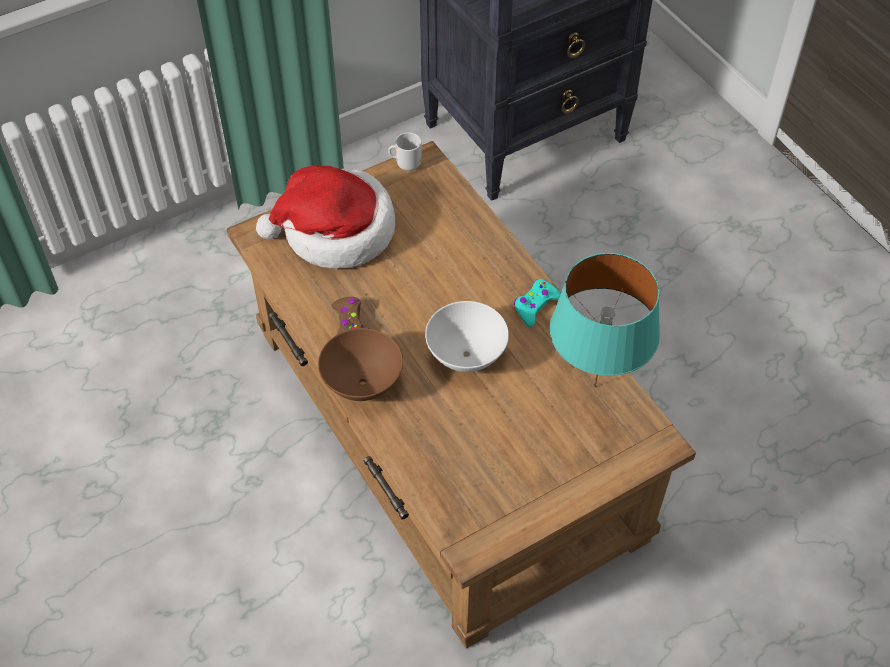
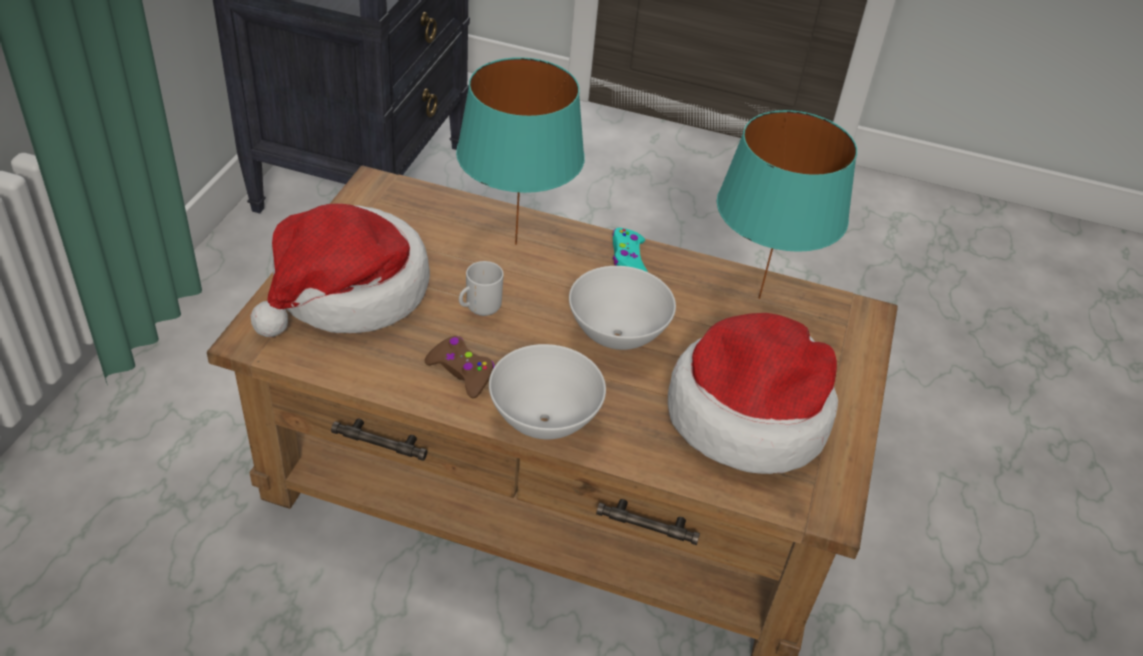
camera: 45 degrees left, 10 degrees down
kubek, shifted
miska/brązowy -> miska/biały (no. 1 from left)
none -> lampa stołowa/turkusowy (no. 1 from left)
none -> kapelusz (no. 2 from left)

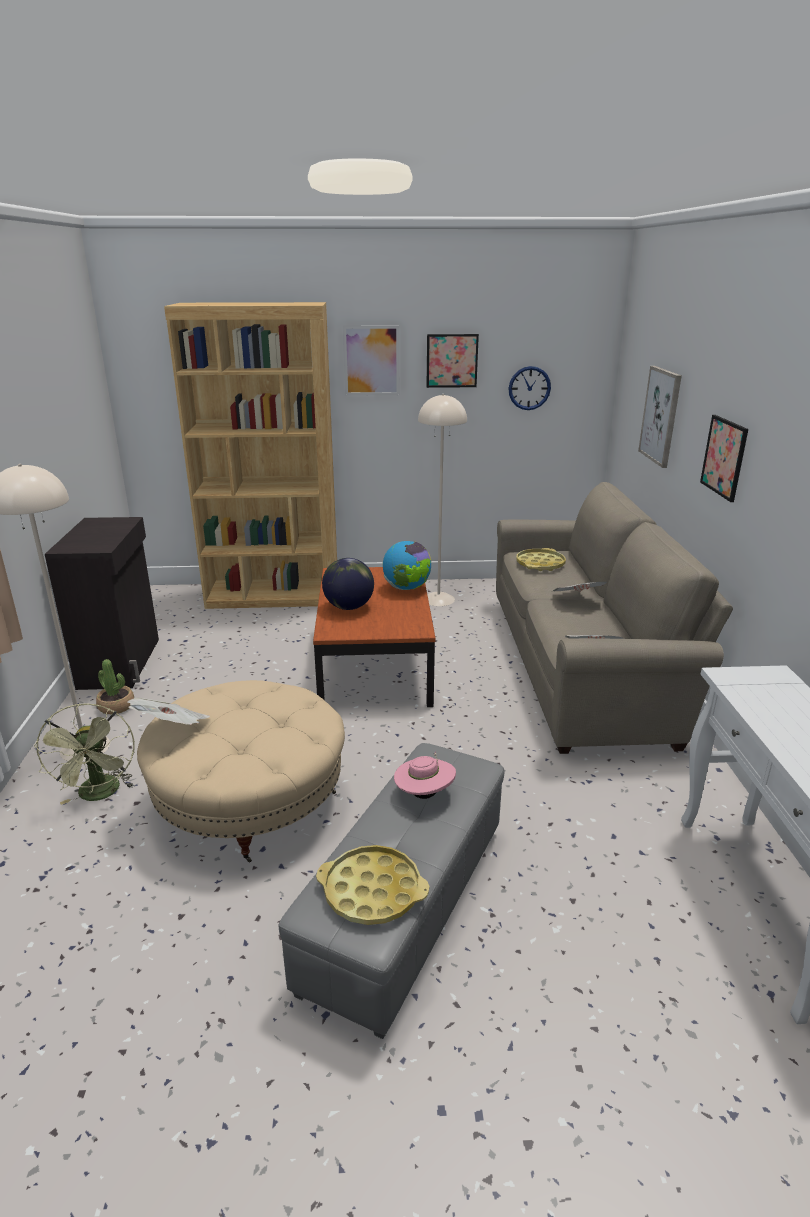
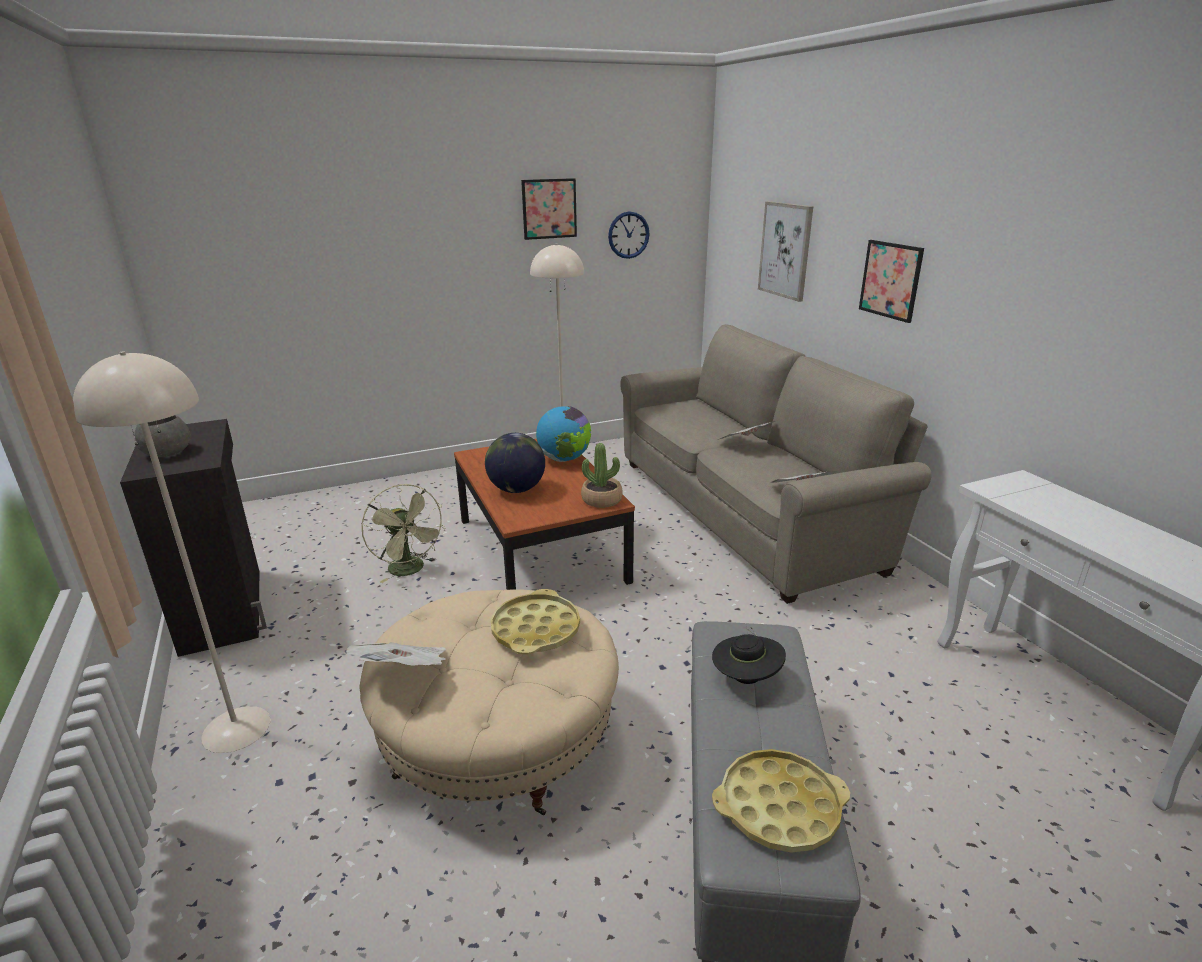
camera: 20 degrees left, 0 degrees up
regał/brązowy -> none
obraz (no. 1 from left) -> none
taca/żółty (no. 2 from left in the first image) -> taca/żółty (no. 1 from left), shifted
roślina doniczkowa, shifted
wentylator/zielony, shifted
kapelusz/różowy -> kapelusz/czarny
none -> miska/szary

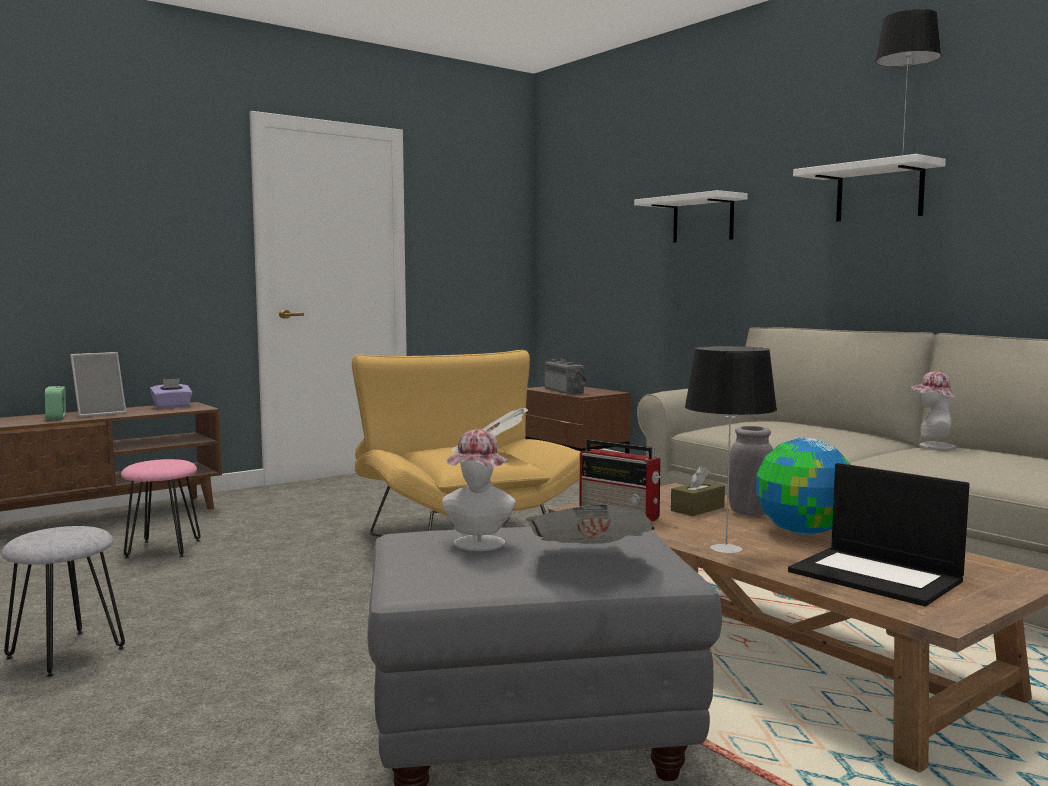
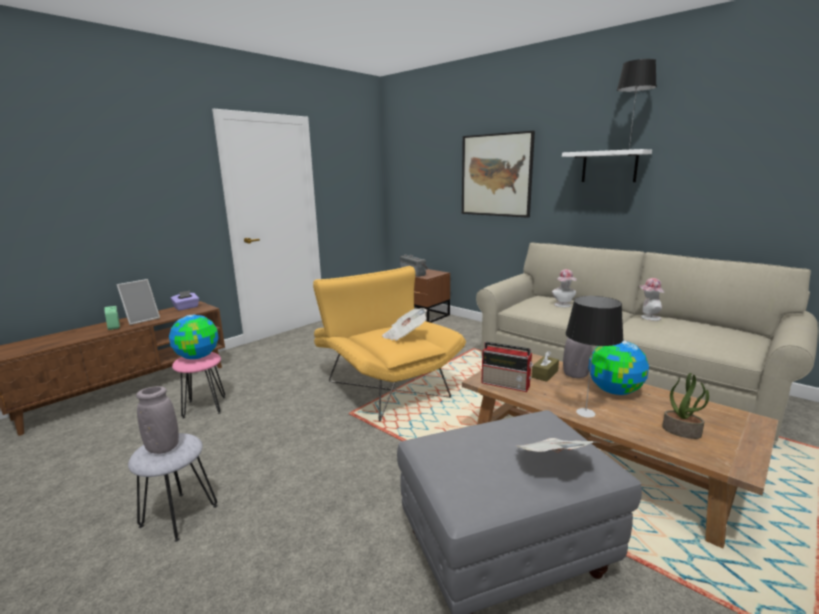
camera: 10 degrees left, 10 degrees up
półka/biały (no. 1 from left) -> obraz
kapelusz (no. 1 from left), shifted
laptop -> roślina doniczkowa
none -> globus (no. 1 from left)
none -> wazon/szary (no. 1 from left)

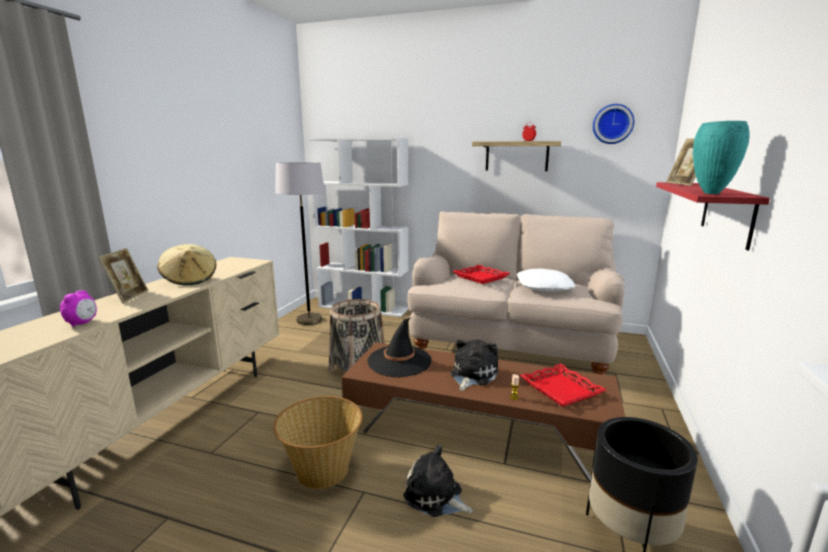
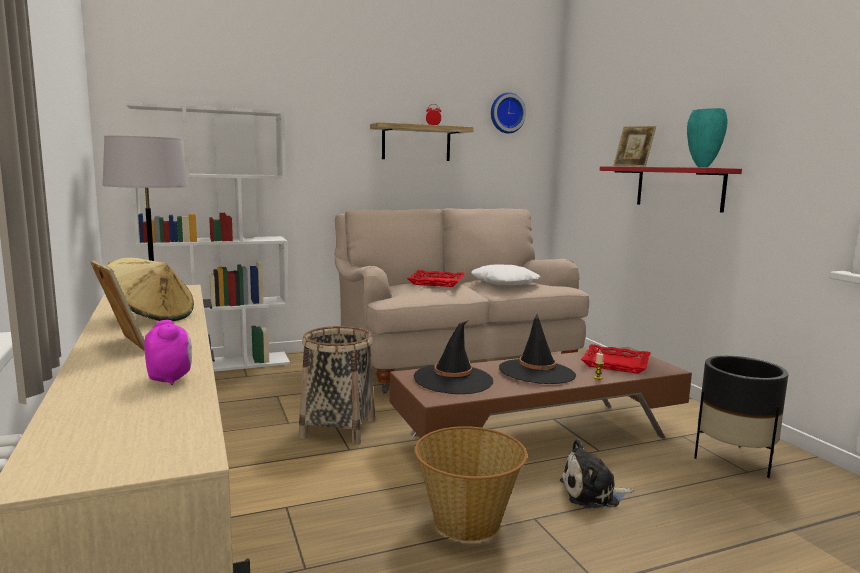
camera: 40 degrees left, 5 degrees down
pluszak (no. 2 from left) -> kapelusz/czarny (no. 2 from left)

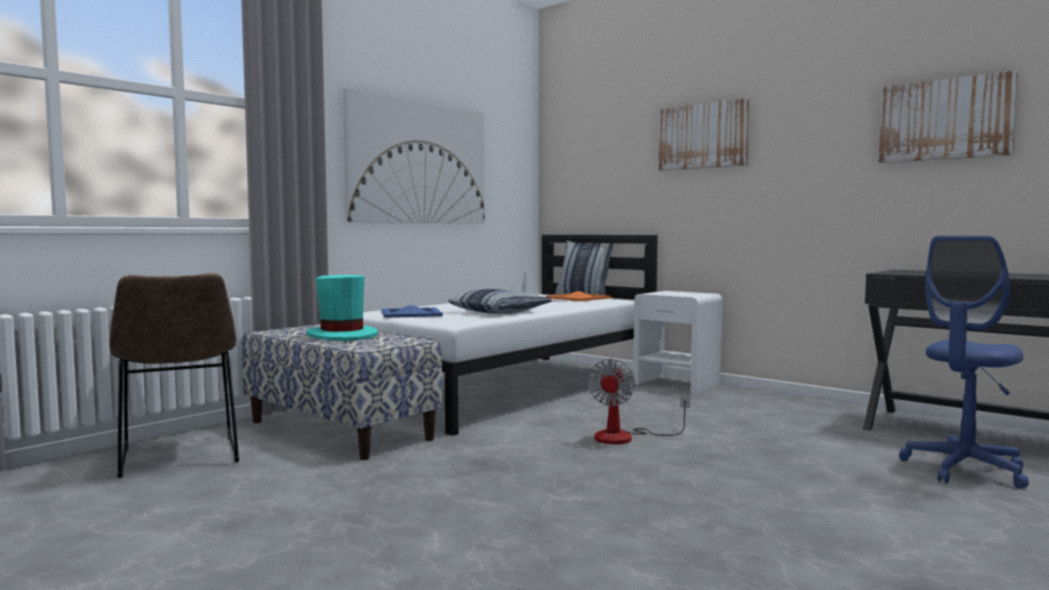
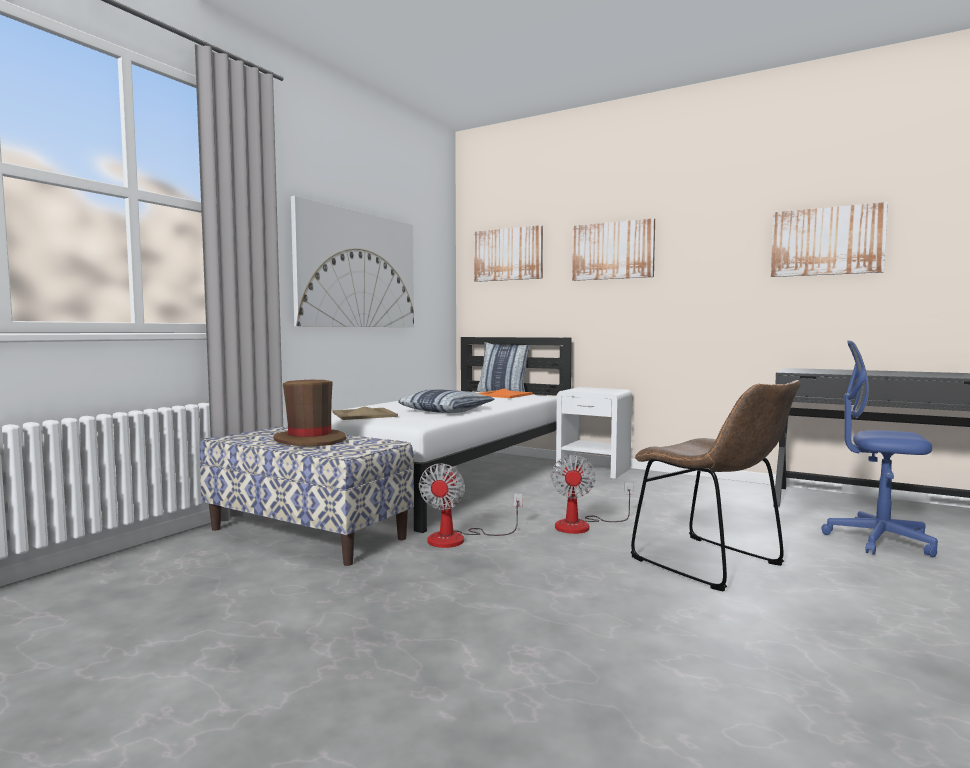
camera: 10 degrees left, 0 degrees up
krzesło biurowe/niebieski, 75 degrees clockwise
krzesło/brązowy, shifted
kapelusz/turkusowy -> kapelusz/brązowy
taca/niebieski -> taca/beżowy
none -> obraz (no. 2 from left)
none -> wentylator (no. 1 from left)

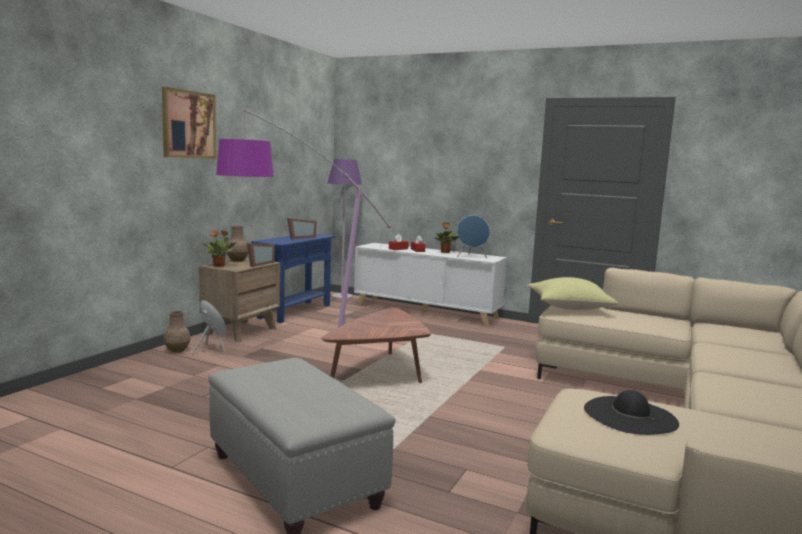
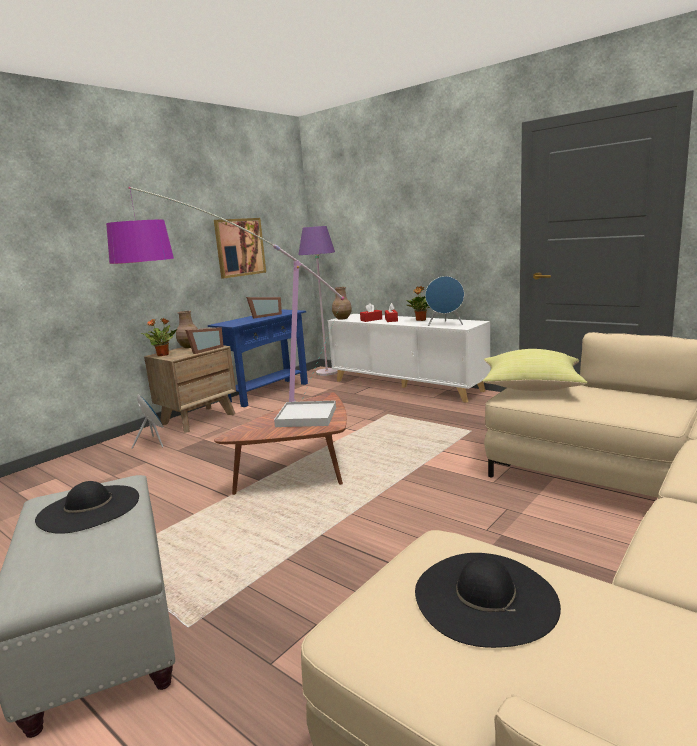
camera: 15 degrees right, 5 degrees up
obraz, shifted
wazon/brązowy (no. 1 from left in the first image) -> wazon/brązowy (no. 2 from left), shifted
none -> taca/biały
none -> kapelusz/czarny (no. 1 from left)

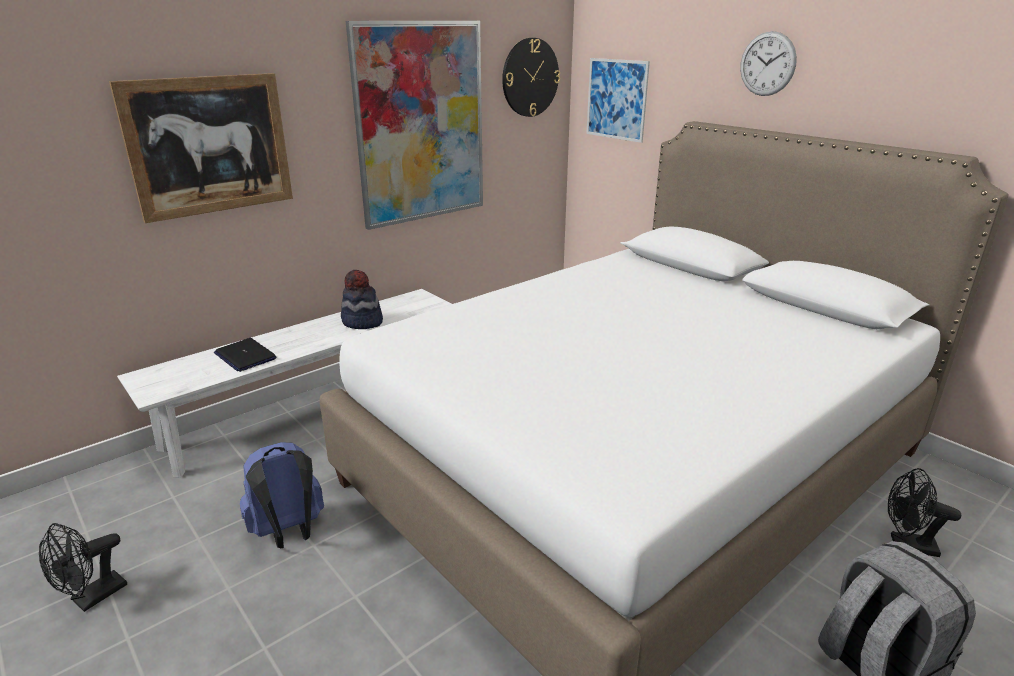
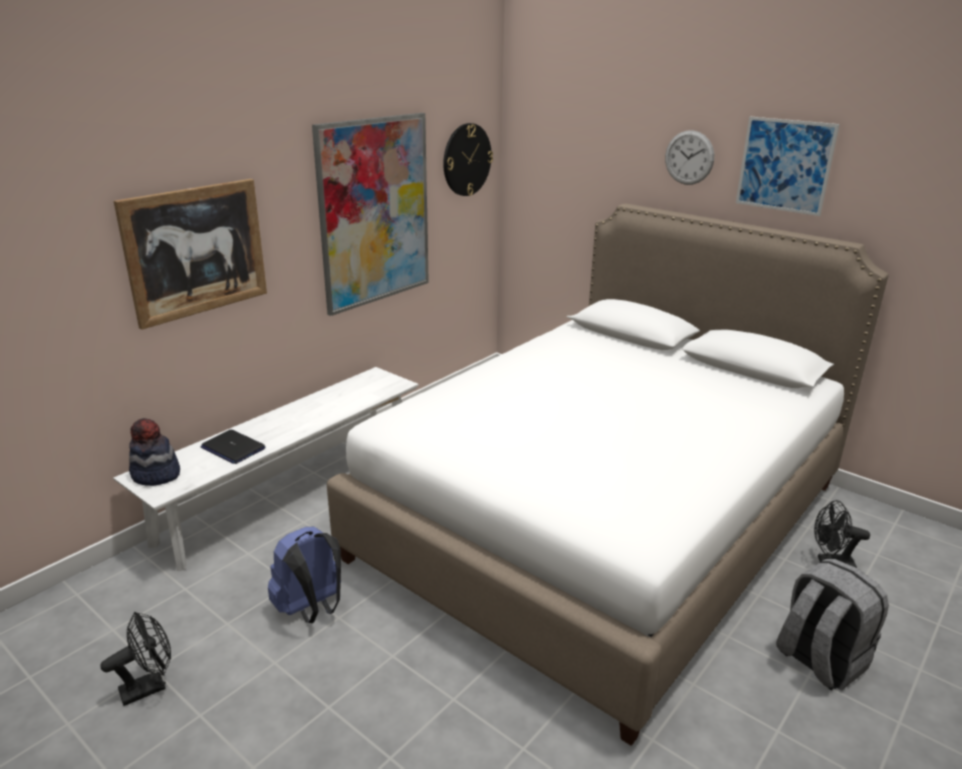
camera: 10 degrees left, 0 degrees up
obraz (no. 3 from left), shifted
kapelusz, shifted
wentylator/czarny (no. 1 from left), 150 degrees counterclockwise

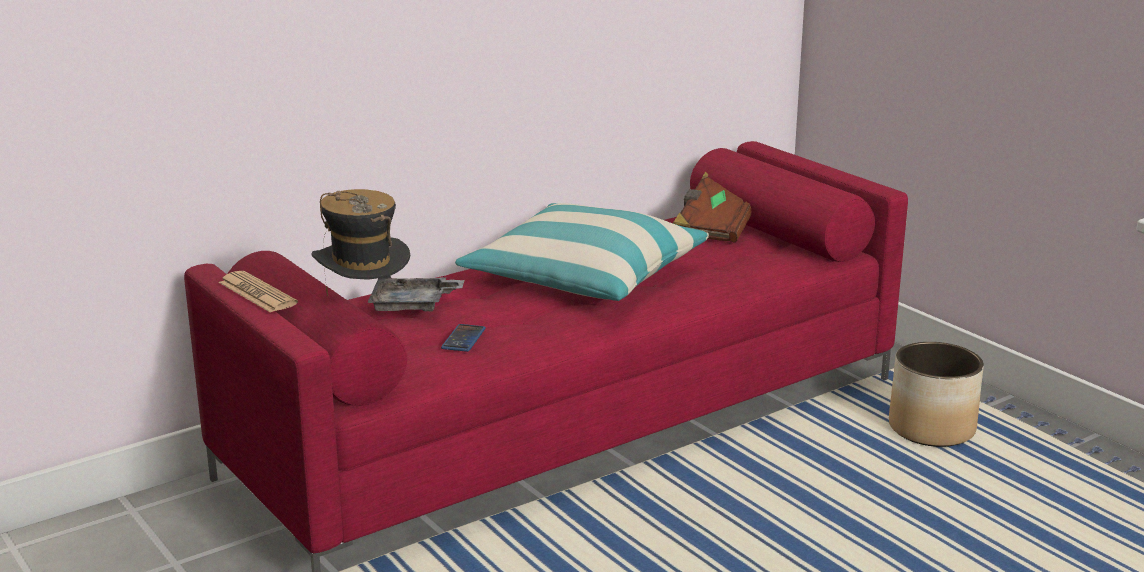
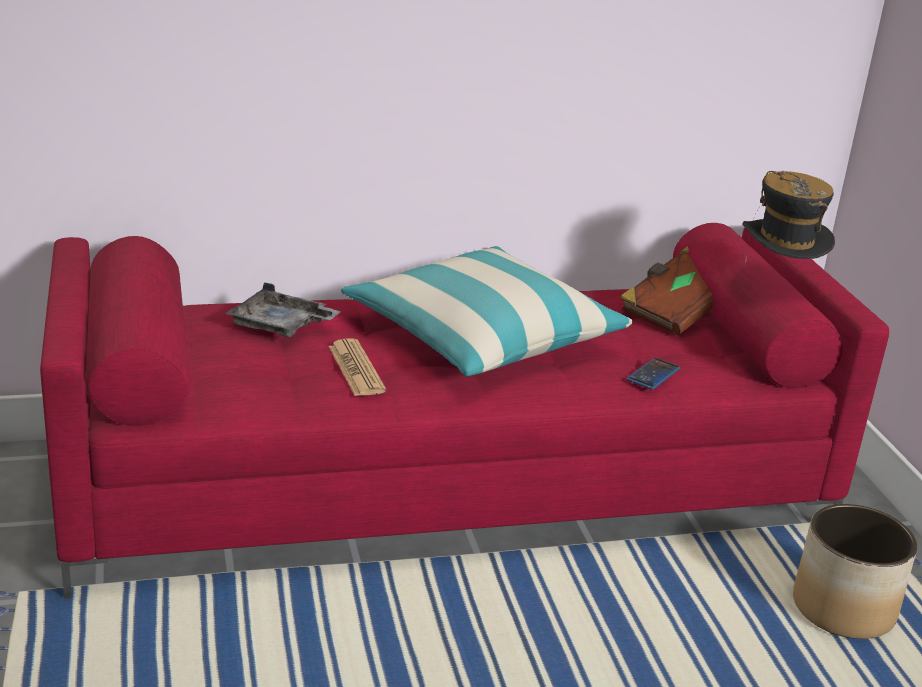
camera: 20 degrees right, 5 degrees up
kapelusz, shifted
gazeta, shifted
telefon, shifted

